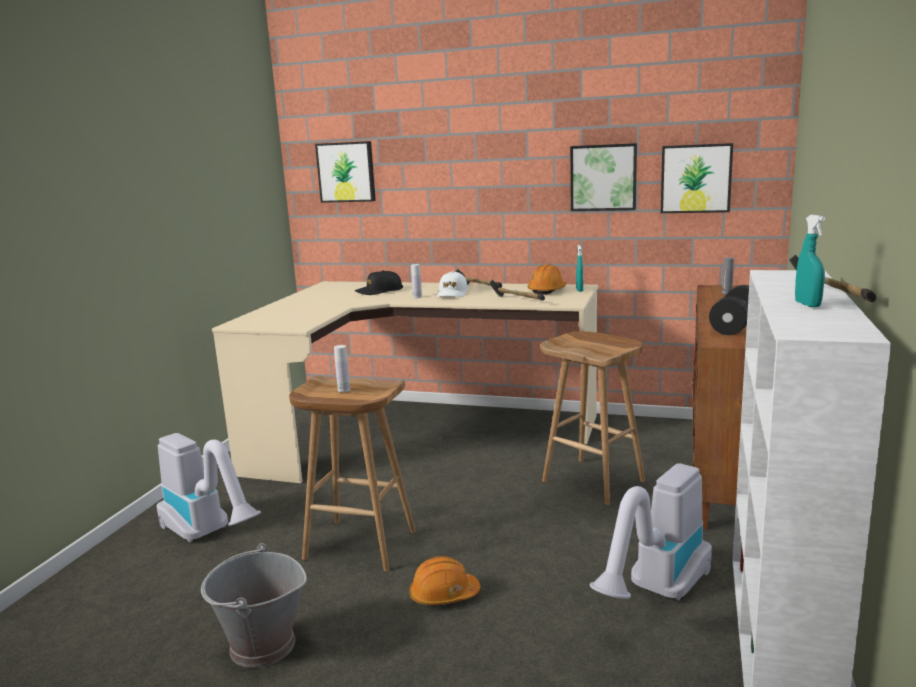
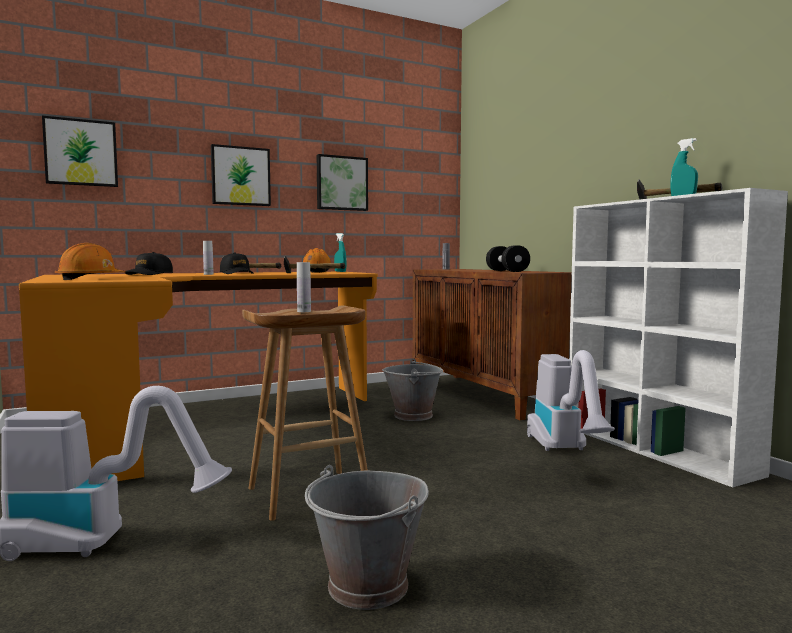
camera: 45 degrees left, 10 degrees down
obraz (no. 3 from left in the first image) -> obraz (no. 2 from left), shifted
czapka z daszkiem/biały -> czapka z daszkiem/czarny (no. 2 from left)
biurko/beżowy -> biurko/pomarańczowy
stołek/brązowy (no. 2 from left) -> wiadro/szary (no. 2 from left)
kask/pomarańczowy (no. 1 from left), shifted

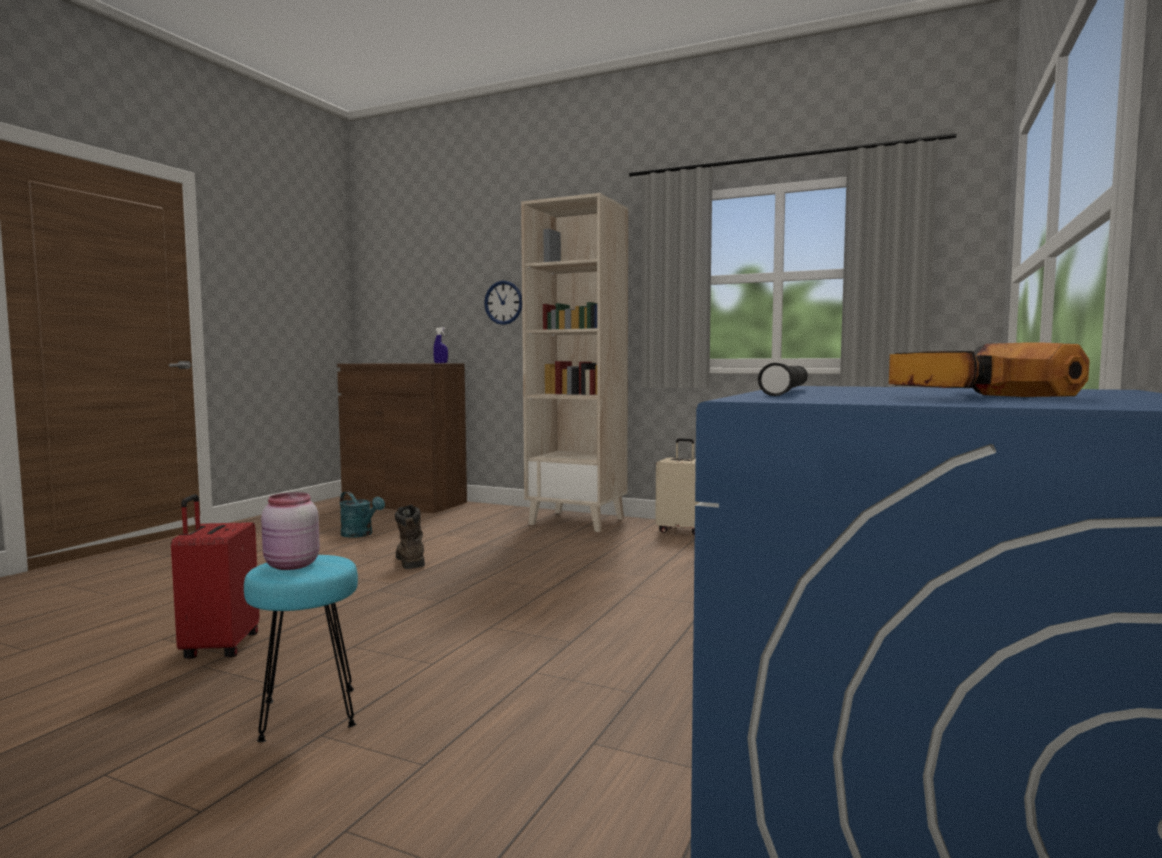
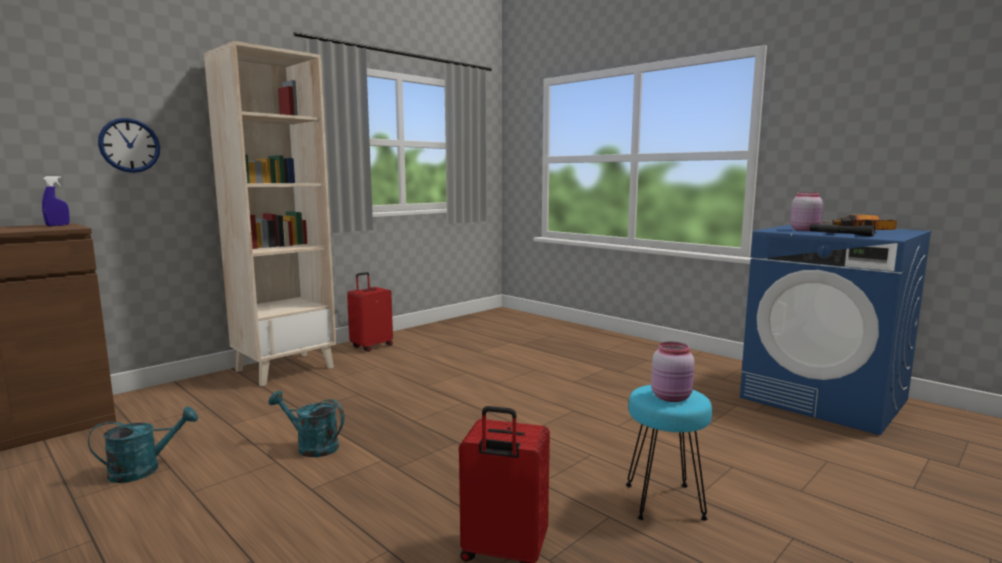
camera: 70 degrees left, 5 degrees up
walizka/beżowy -> walizka/czerwony (no. 1 from left)
but z cholewką/brązowy -> konewka/turkusowy (no. 2 from left)
none -> słoik/różowy (no. 2 from left)

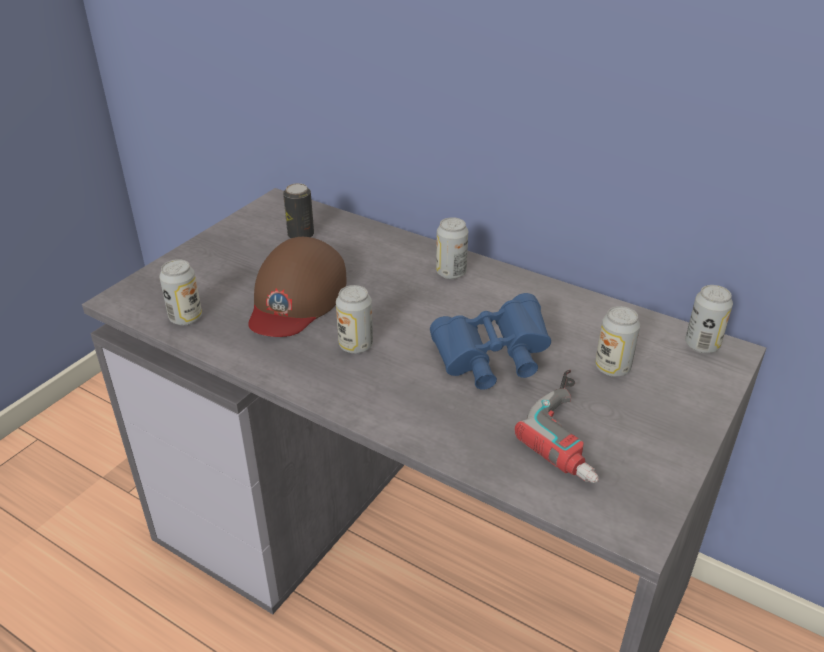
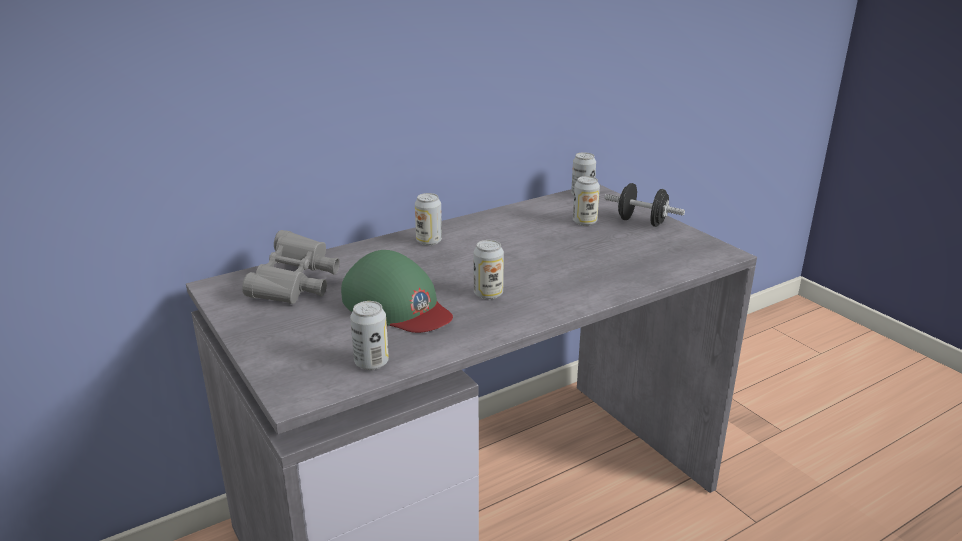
camera: 65 degrees left, 10 degrees down
puszka (no. 2 from left) -> lornetka/szary
czapka z daszkiem/brązowy -> czapka z daszkiem/zielony
lornetka/niebieski -> none
wiertarka -> none
none -> hantel/czarny

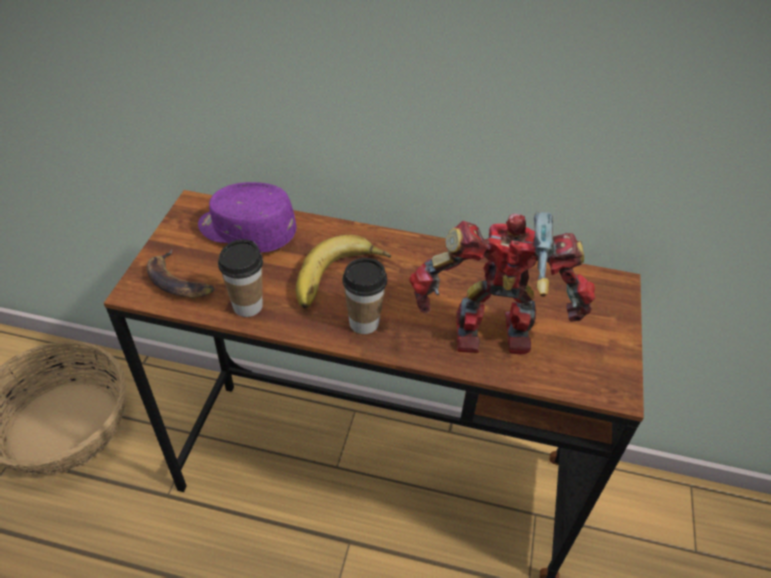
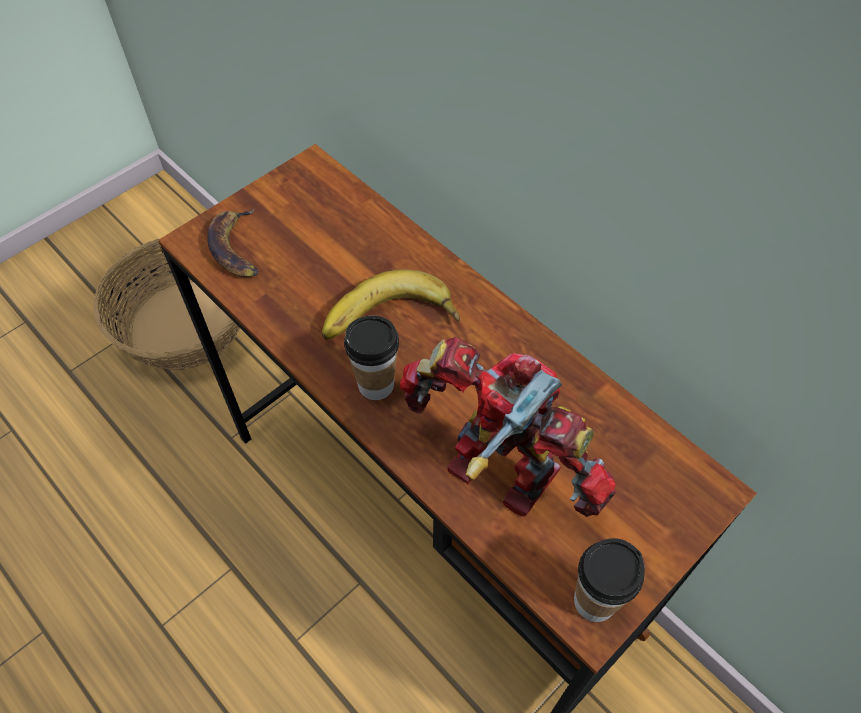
camera: 35 degrees right, 10 degrees up
czapka z daszkiem/fioletowy -> none
filiżanka (no. 1 from left in the first image) -> filiżanka (no. 2 from left), shifted

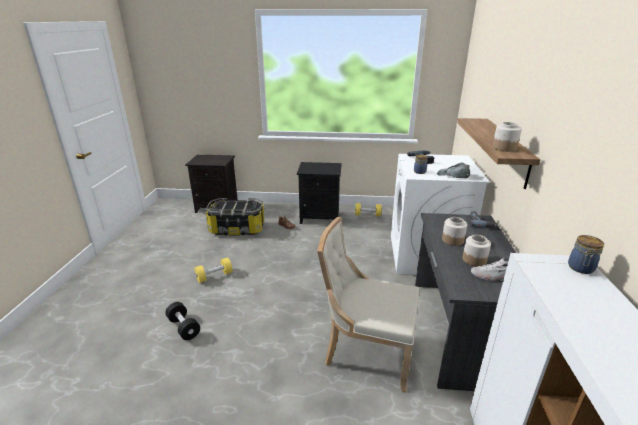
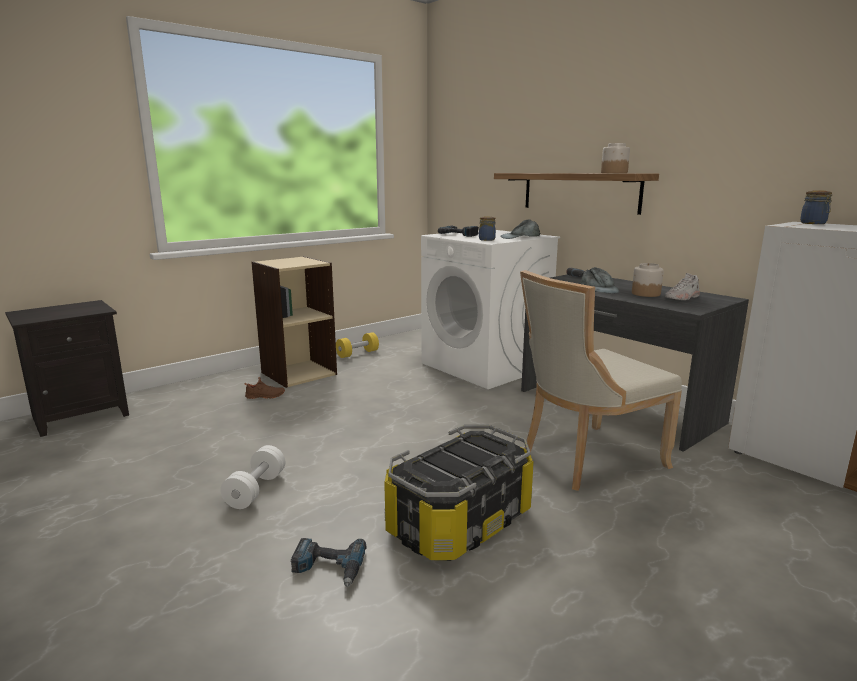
camera: 45 degrees left, 10 degrees down
szafka nocna/czarny (no. 2 from left) -> regał/beżowy
pojemnik do przechowywania, shifted
słoik (no. 2 from left) -> czapka z daszkiem/szary (no. 2 from left)
hantel/żółty (no. 1 from left) -> hantel/biały
hantel/czarny -> wiertarka (no. 1 from left)

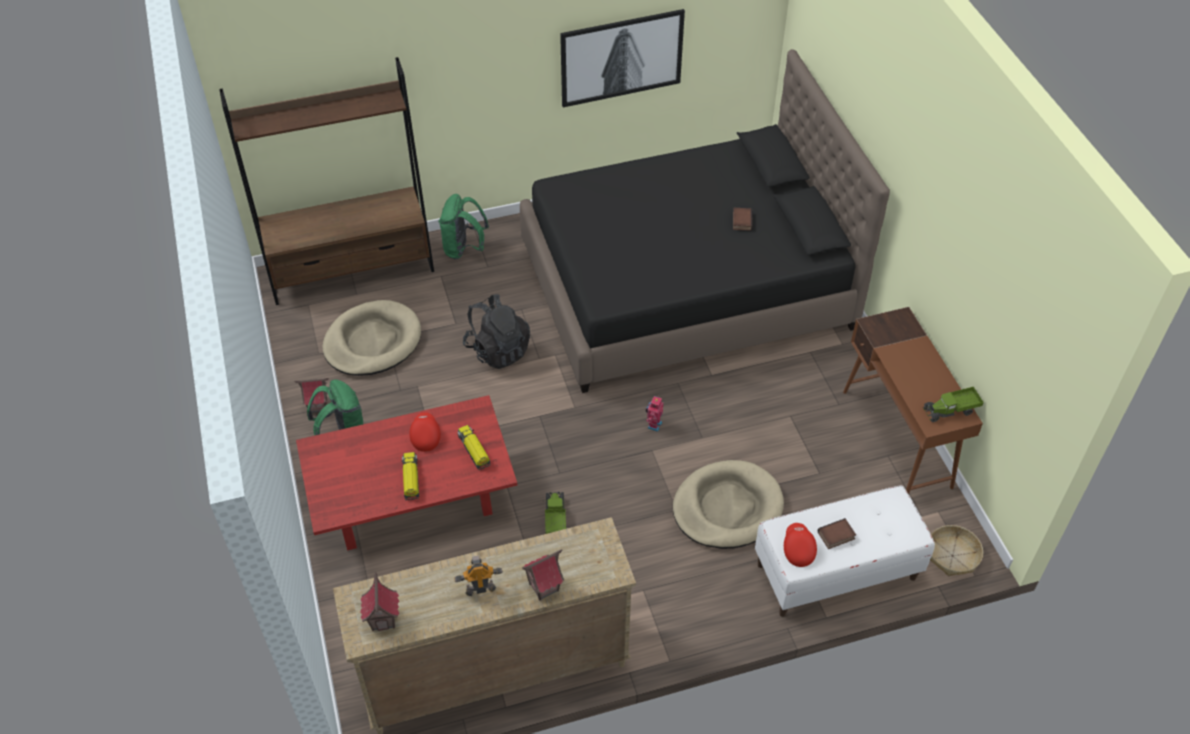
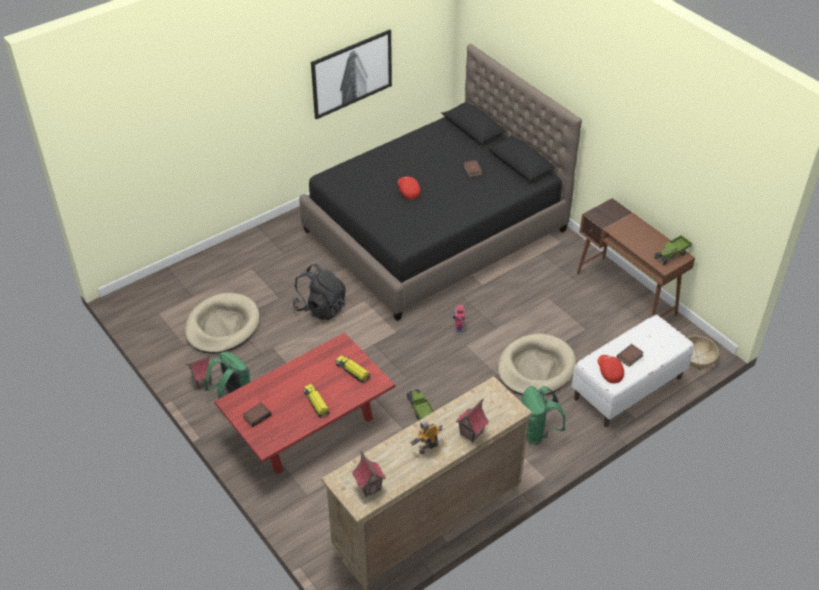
camera: 20 degrees left, 5 degrees down
regał/brązowy -> none
plecak/zielony (no. 2 from left), shifted
czapka z daszkiem/czerwony (no. 1 from left), shifted
none -> książka (no. 1 from left)

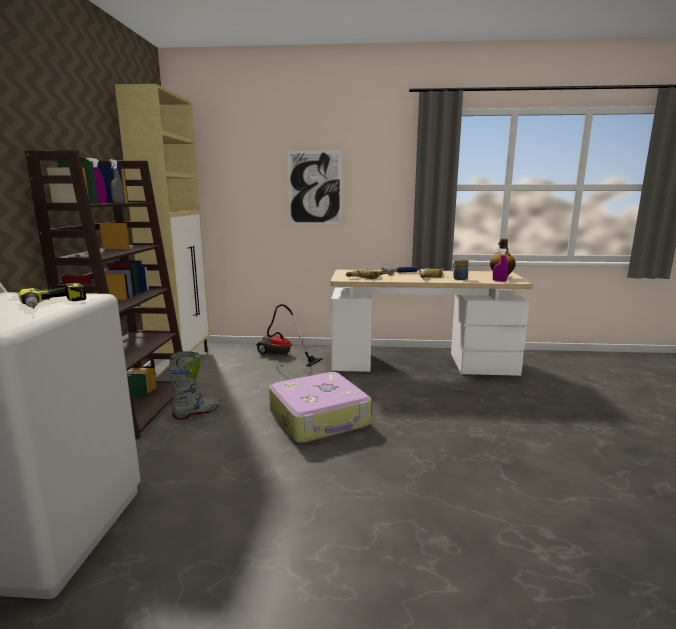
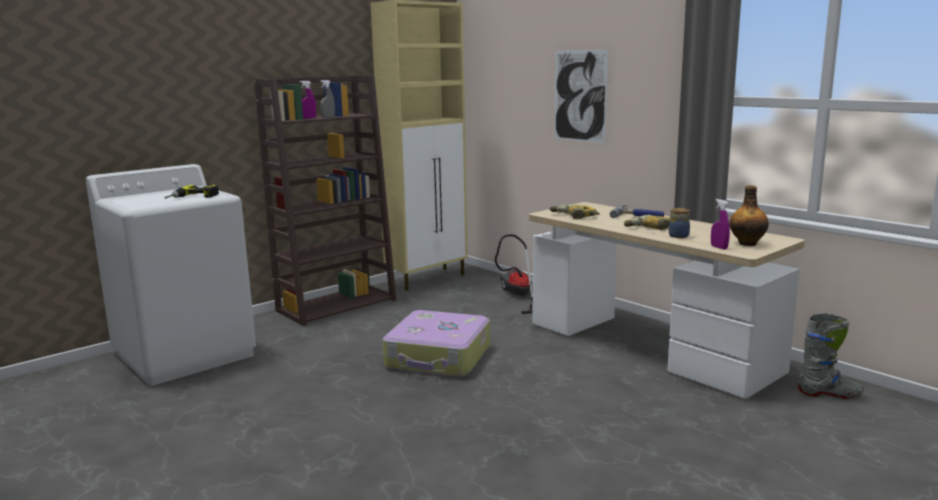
camera: 45 degrees right, 0 degrees up
but z cholewką/szary, shifted

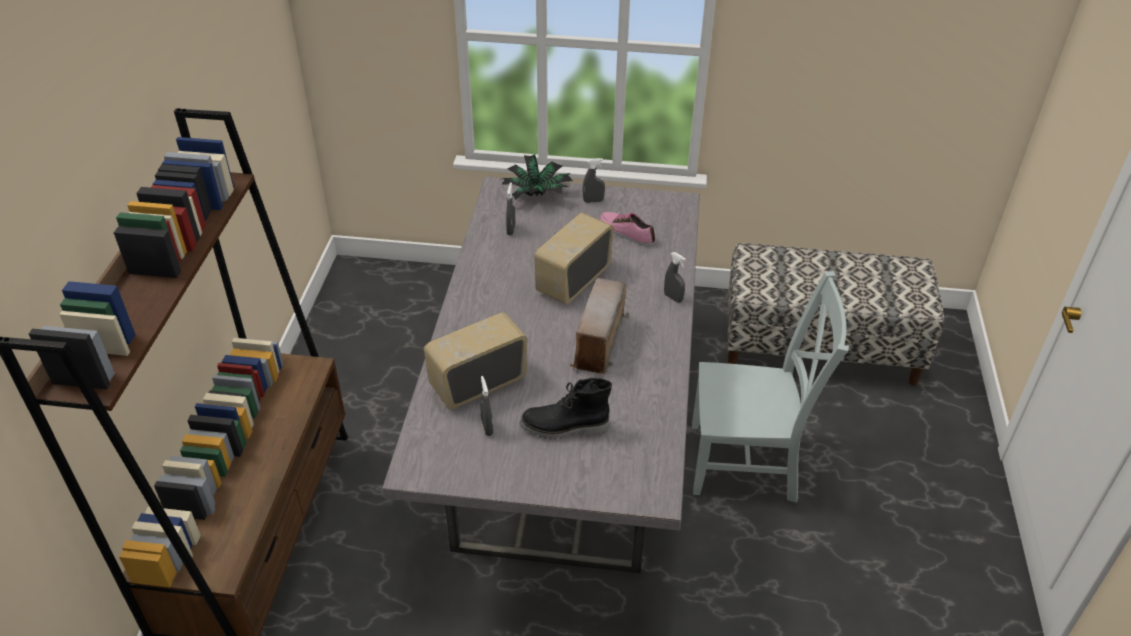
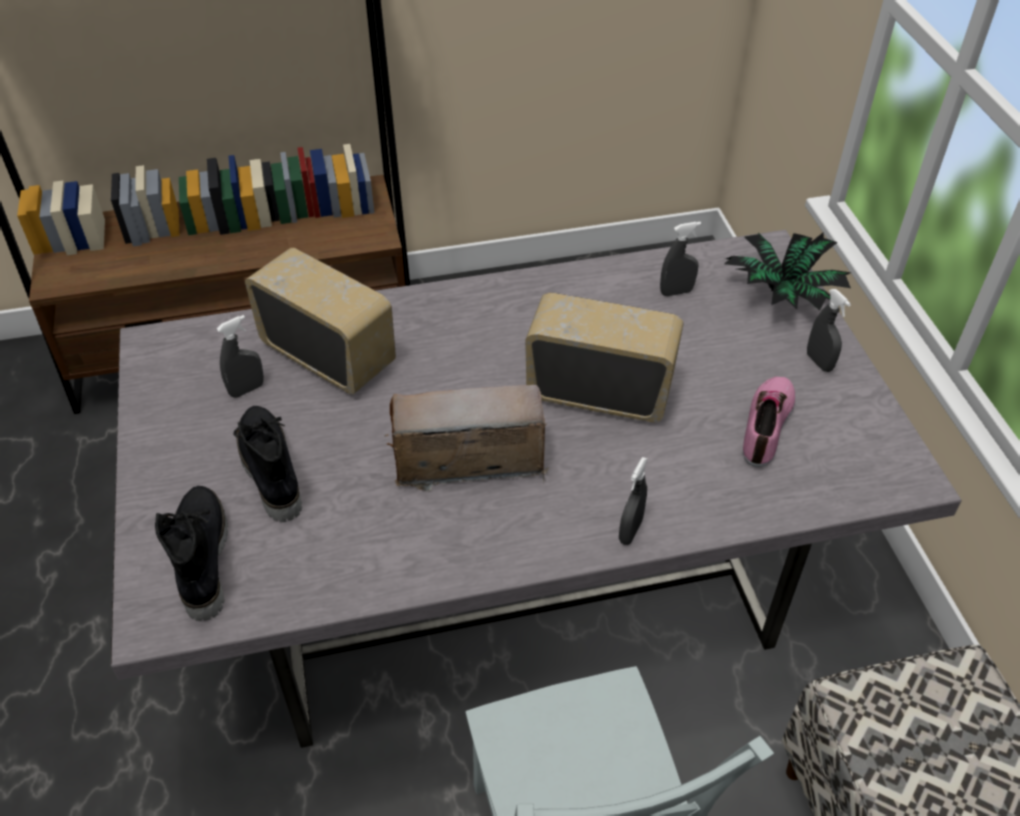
camera: 70 degrees right, 5 degrees up
none -> but z cholewką/czarny (no. 1 from left)

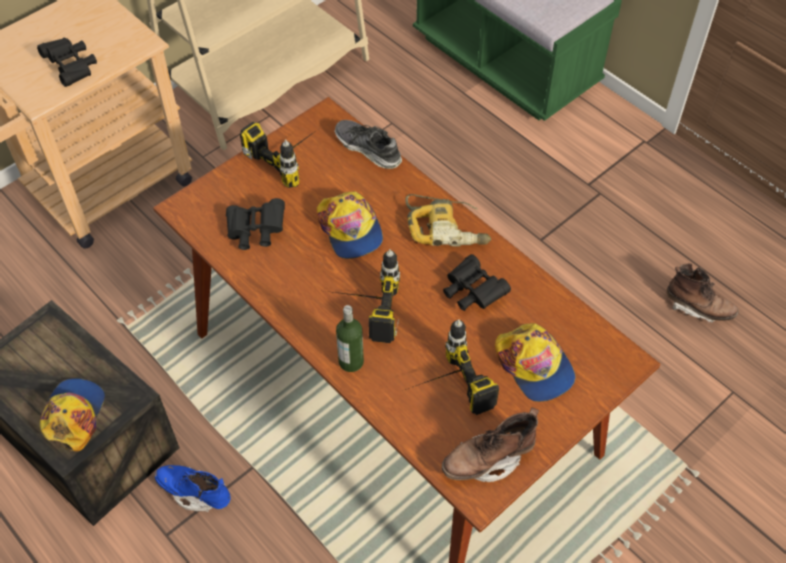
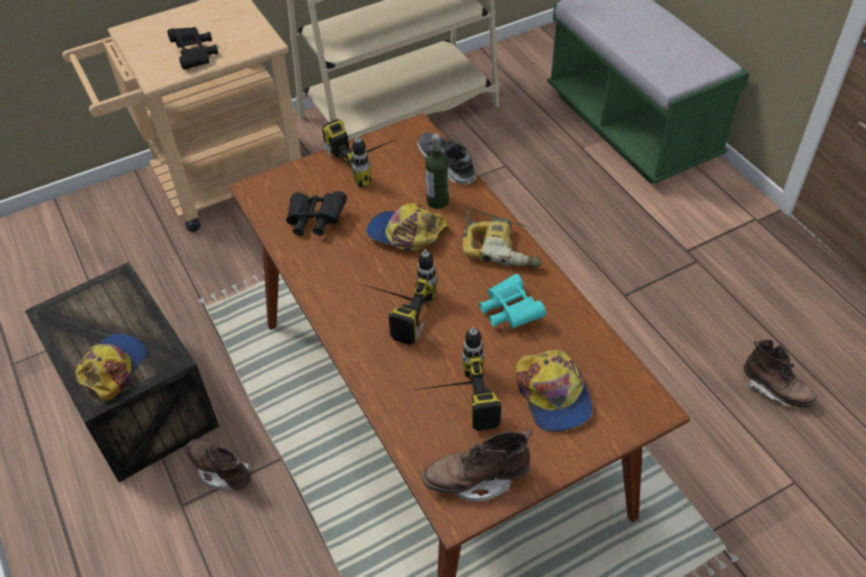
camera: 15 degrees right, 5 degrees down
czapka z daszkiem (no. 2 from left), 120 degrees clockwise
lornetka/czarny (no. 3 from left) -> lornetka/turkusowy
butelka, shifted
but z cholewką/niebieski -> but z cholewką/brązowy (no. 1 from left)

